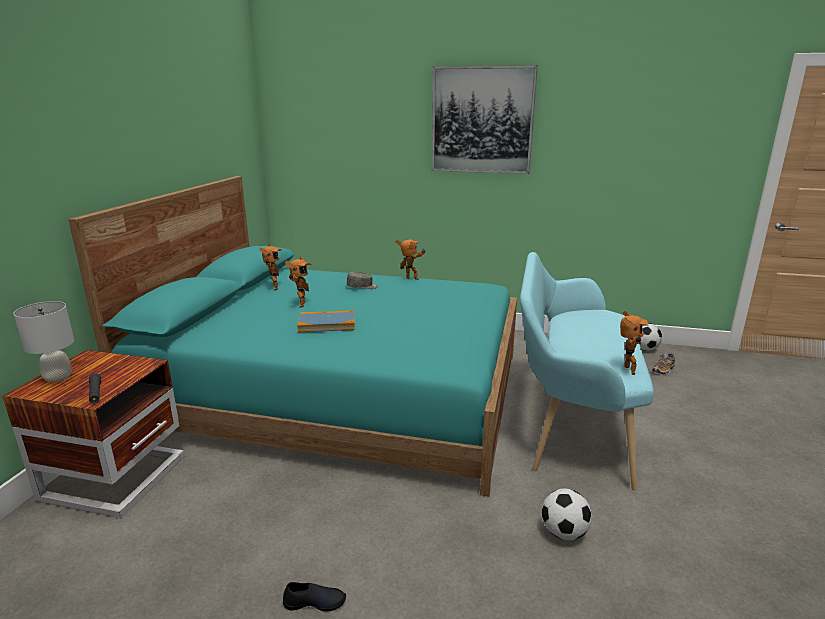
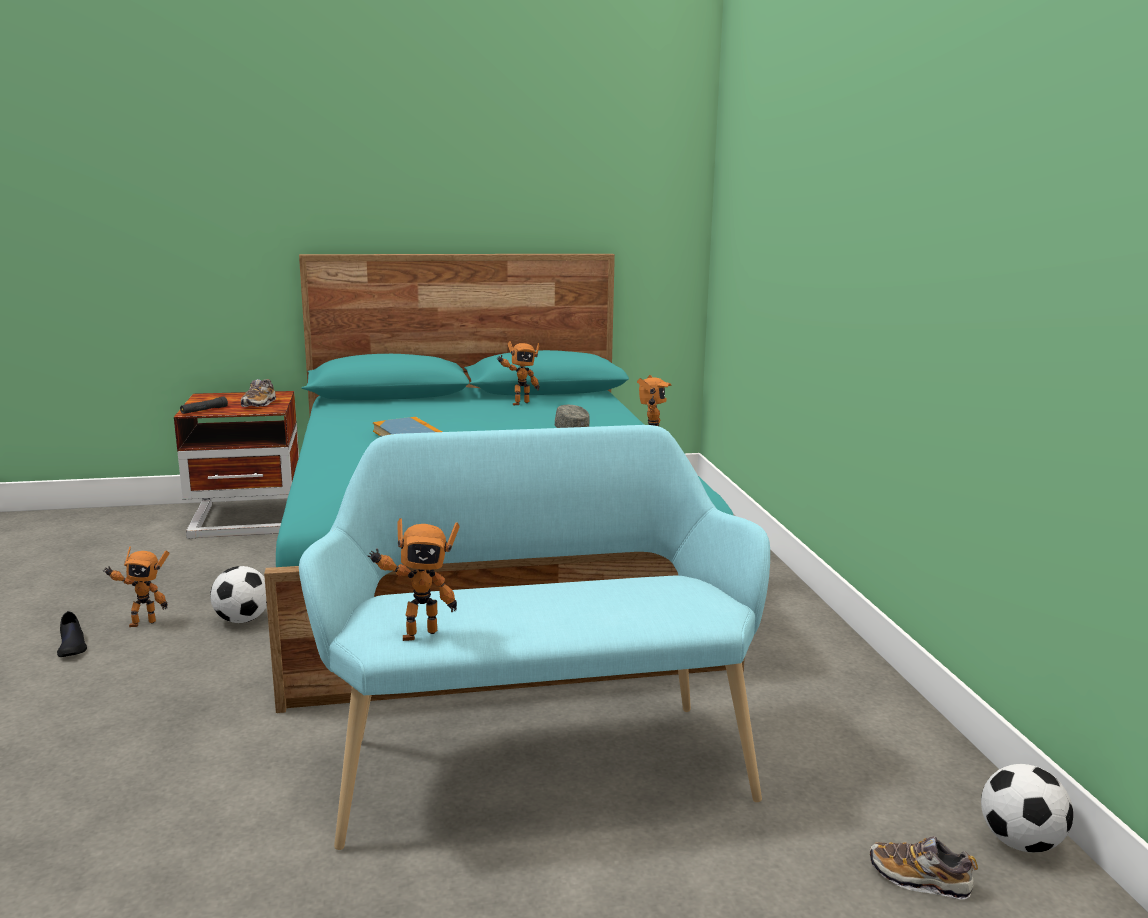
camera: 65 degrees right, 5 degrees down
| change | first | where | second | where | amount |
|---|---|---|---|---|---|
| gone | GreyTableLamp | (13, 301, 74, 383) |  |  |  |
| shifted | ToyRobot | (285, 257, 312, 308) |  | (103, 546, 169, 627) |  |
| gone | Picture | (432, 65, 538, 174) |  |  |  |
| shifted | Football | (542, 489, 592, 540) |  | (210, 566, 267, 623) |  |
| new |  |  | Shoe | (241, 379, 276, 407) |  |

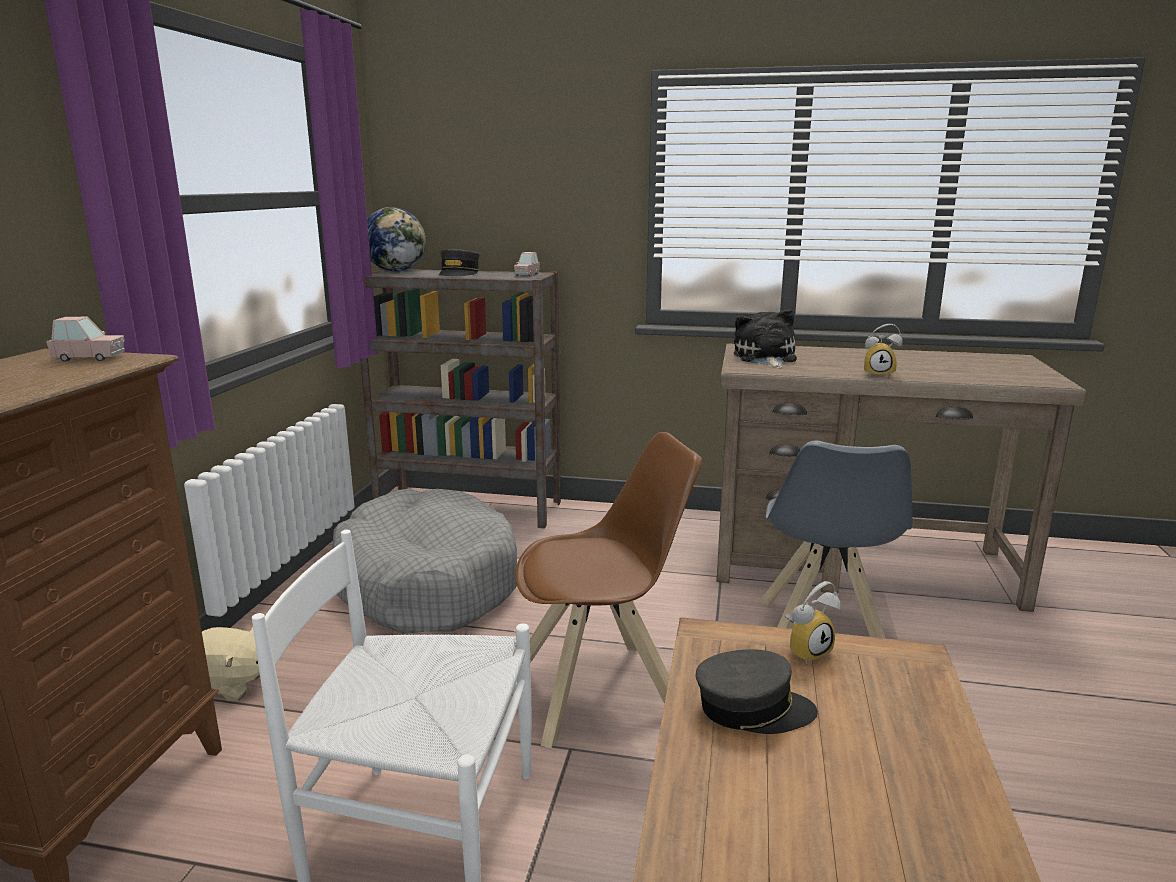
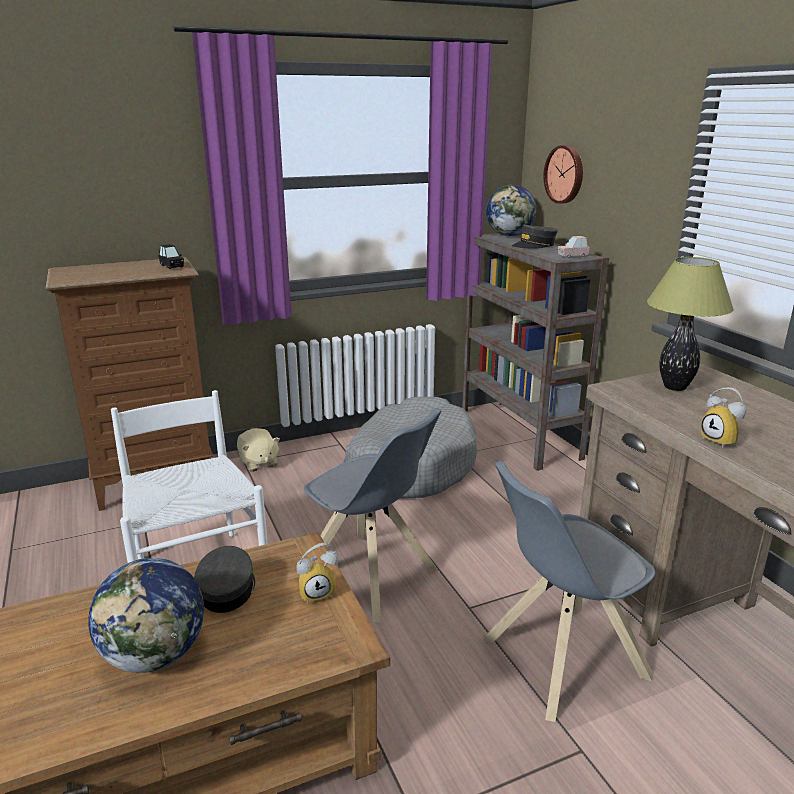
camera: 55 degrees right, 5 degrees up
| change | first | where | second | where | amount |
|---|---|---|---|---|---|
| repainted | PinkToyCar | (46, 317, 125, 362) | BlackToyCar | (158, 244, 184, 269) |  |
| repainted | BrownChair | (515, 432, 702, 748) | GreyChair | (304, 408, 441, 622) |  |
| rotated | GreyCap | (696, 649, 818, 734) |  | (194, 546, 255, 613) | 150 degrees counterclockwise |
| swapped | PlushToy | (734, 309, 797, 368) | TableLamp | (647, 257, 734, 391) |  |
| rotated | AlarmClock | (785, 581, 841, 664) |  | (296, 543, 339, 603) | 45 degrees counterclockwise |
| new |  |  | Globe | (88, 558, 204, 673) |  |
| new |  |  | WallClock | (543, 145, 583, 204) |  |

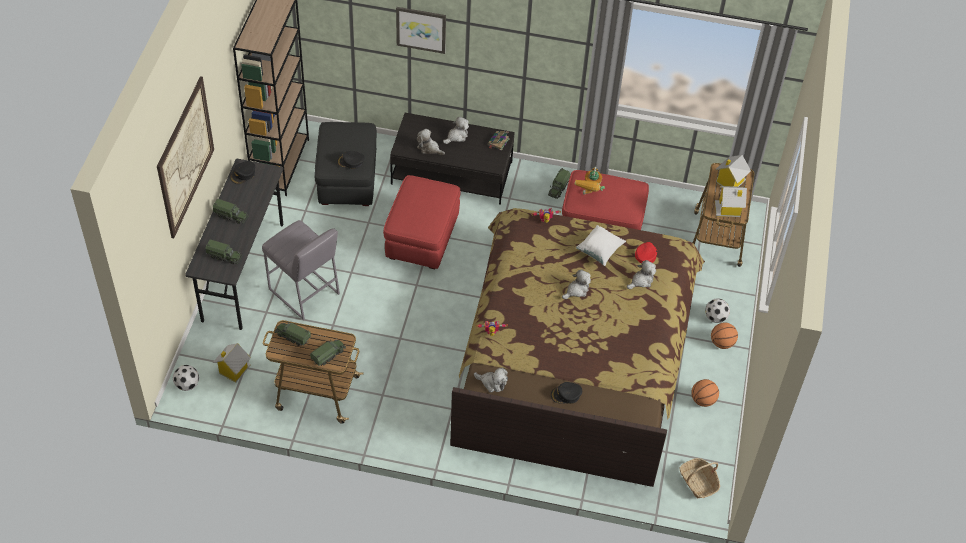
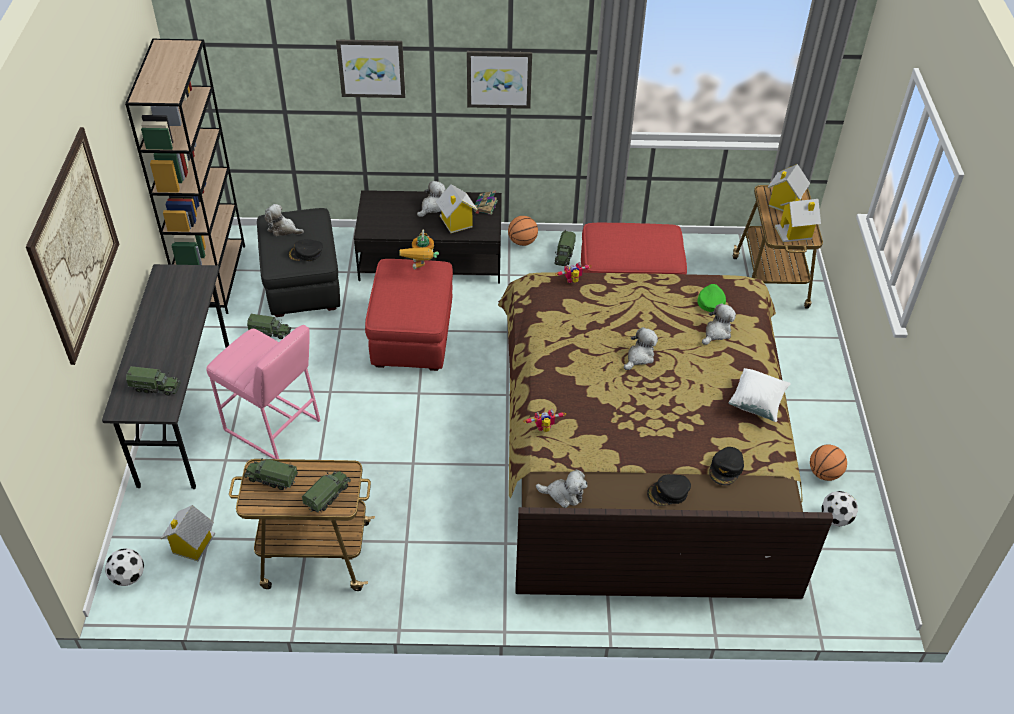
camera: 10 degrees left, 5 degrees down
| change | first | where | second | where | amount |
|---|---|---|---|---|---|
| shifted | ToyTruck | (213, 199, 248, 224) |  | (247, 314, 291, 339) |  |
| shifted | BlackCap | (230, 161, 255, 184) |  | (709, 447, 744, 485) |  |
| repainted | GreyStool | (262, 220, 340, 320) | PinkStool | (206, 325, 320, 459) |  |
| shifted | PlushToy | (417, 129, 445, 155) |  | (264, 204, 304, 236) |  |
| shifted | ToyRobot | (575, 167, 605, 195) |  | (399, 229, 439, 270) |  |
| shifted | WhitePillow | (576, 225, 626, 266) |  | (728, 368, 791, 422) |  |
| repainted | RedCap | (635, 242, 657, 263) | GreenCap | (697, 284, 726, 312) |  |
| gone | Basket | (679, 458, 720, 498) |  |  |  |
| shifted | Football | (705, 298, 730, 323) |  | (821, 491, 858, 526) |  |
| shifted | Basketball | (711, 322, 738, 349) |  | (508, 216, 538, 246) |  |
| new |  |  | ToyHouse | (436, 184, 478, 233) |  |
| new |  |  | Picture | (467, 51, 532, 109) |  |

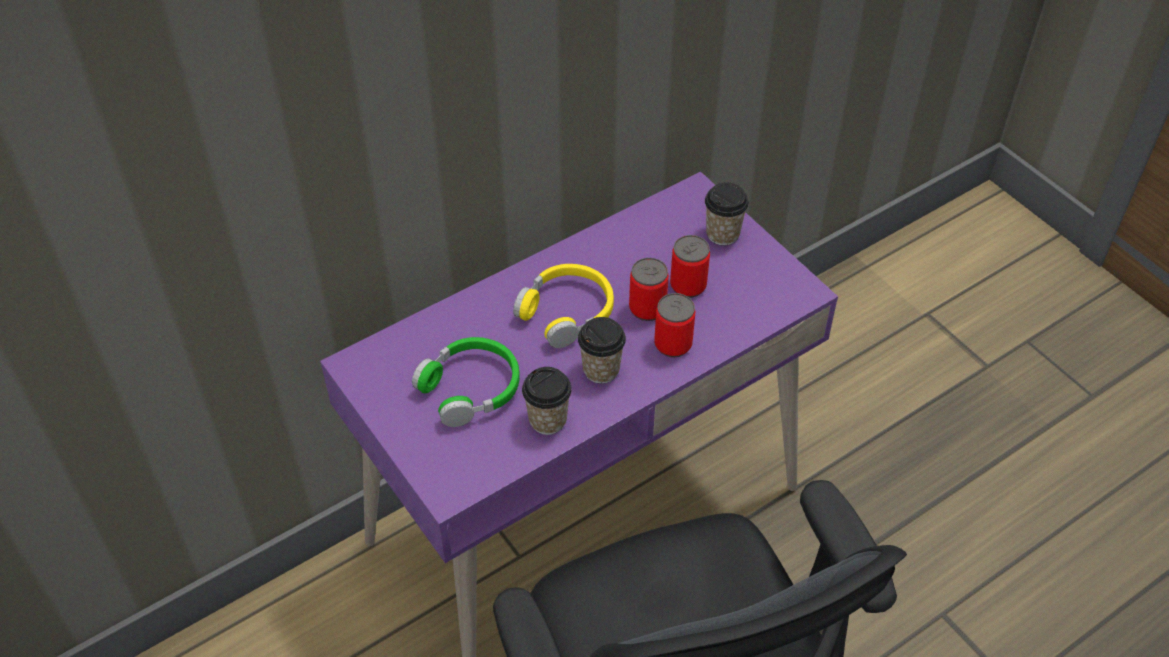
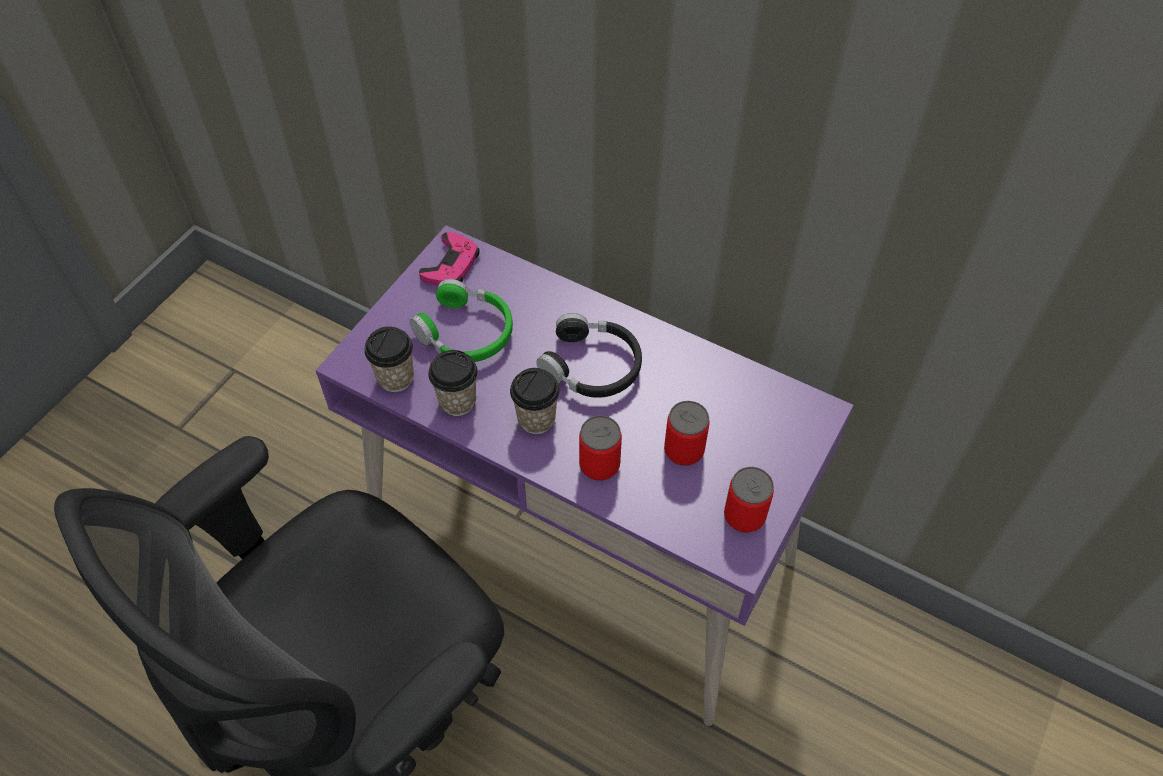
camera: 65 degrees right, 5 degrees up
| change | first | where | second | where | amount |
|---|---|---|---|---|---|
| repainted | YellowHeadphones | (513, 264, 614, 348) | BlackHeadphones | (536, 313, 642, 398) |  |
| shifted | Can | (629, 258, 669, 321) |  | (724, 467, 774, 533) |  |
| shifted | Cup | (705, 182, 749, 245) |  | (364, 326, 414, 392) |  |
| new |  |  | PinkGameController | (419, 232, 480, 285) |  |

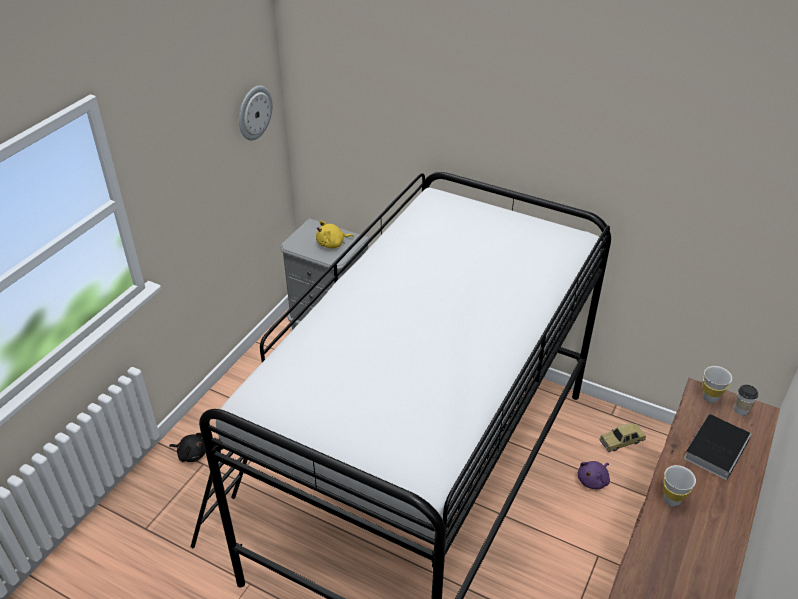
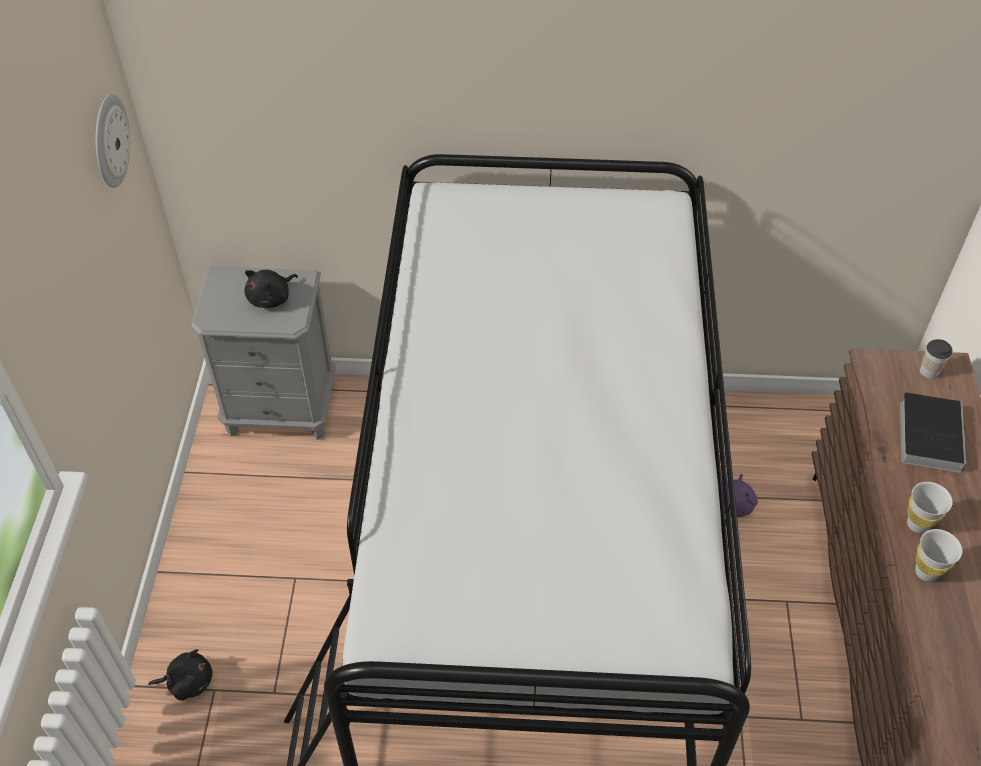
camera: 25 degrees left, 10 degrees up
| change | first | where | second | where | amount |
|---|---|---|---|---|---|
| repainted | YellowPlushToy | (316, 221, 354, 248) | BlackPlushToy | (244, 270, 298, 308) |  |
| gone | ToyCar | (599, 423, 646, 452) |  |  |  |
| shifted | WhiteCup | (702, 366, 732, 403) |  | (915, 529, 962, 582) |  |

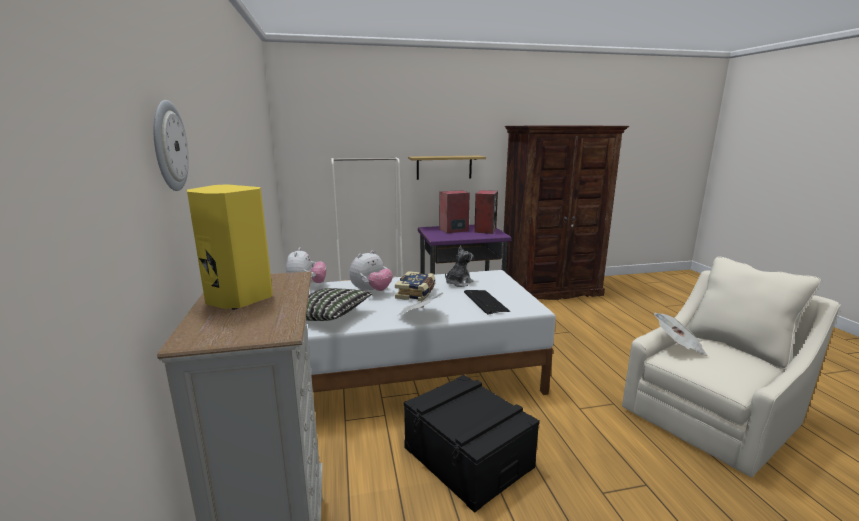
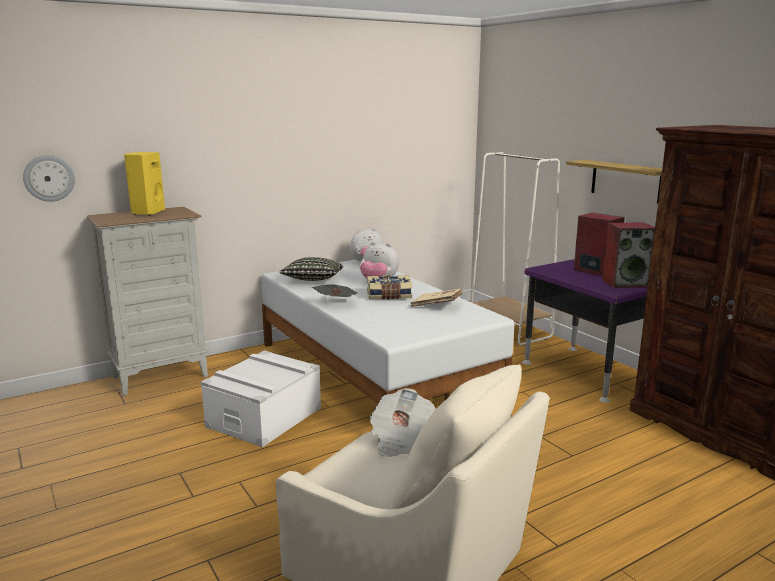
camera: 70 degrees right, 0 degrees up
| change | first | where | second | where | amount |
|---|---|---|---|---|---|
| shifted | WallClock | (153, 100, 189, 191) |  | (23, 155, 75, 202) |  |
| repainted | BlackStorageBox | (404, 375, 540, 513) | WhiteStorageBox | (201, 350, 321, 448) |  |
| swapped | PlushToy | (445, 245, 474, 287) | BeigeBook | (410, 289, 463, 307) |  |
| gone | Keyboard | (464, 290, 510, 314) |  |  |  |

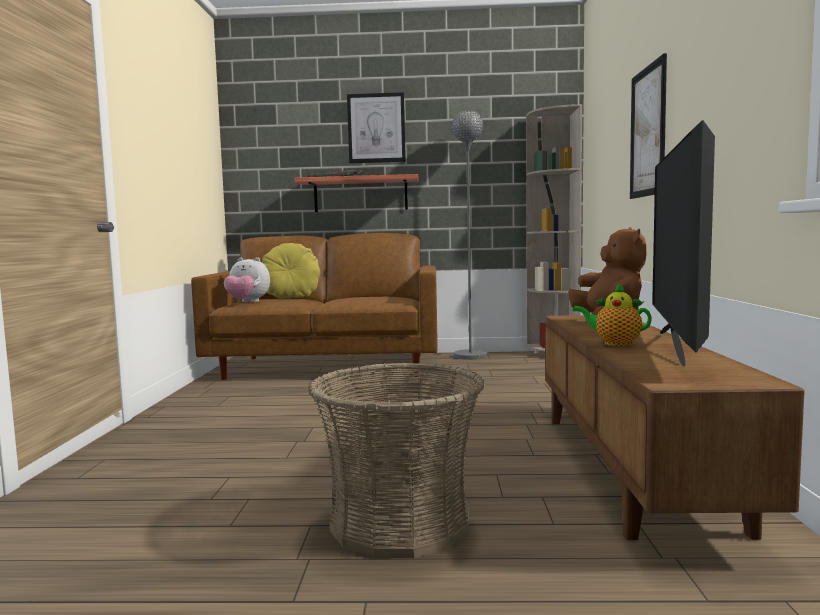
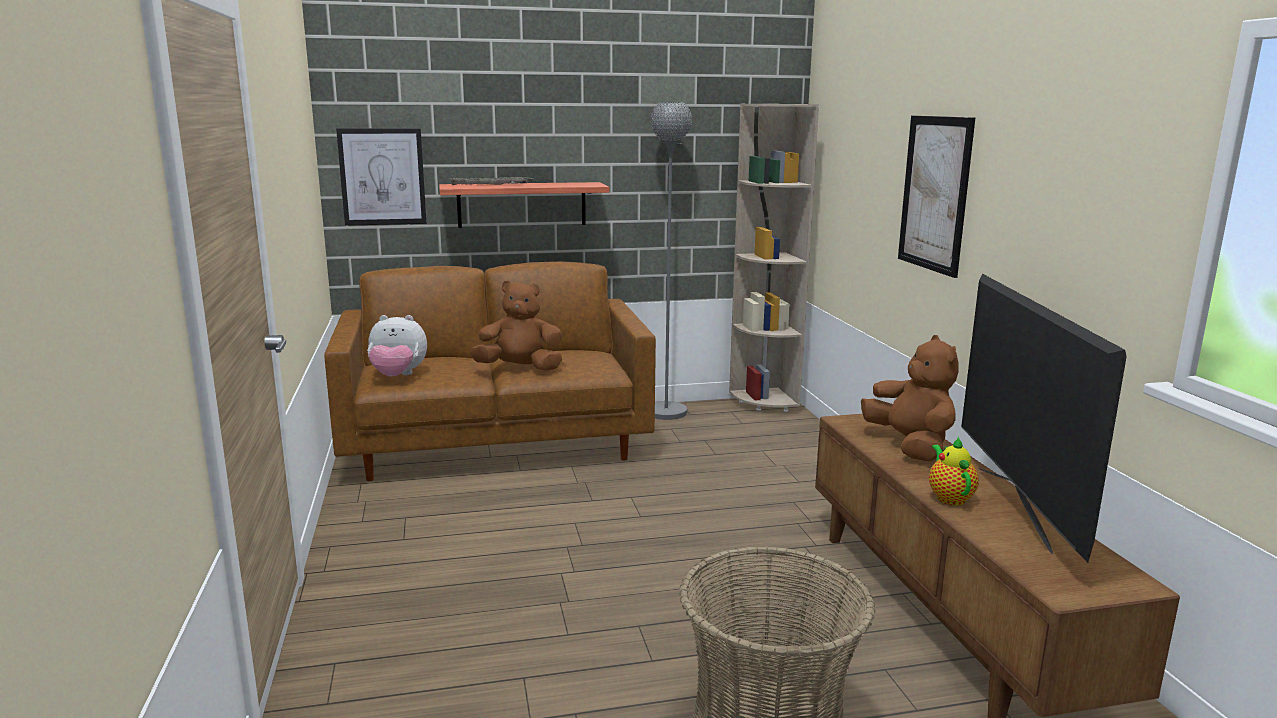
camera: 15 degrees left, 10 degrees up
| change | first | where | second | where | amount |
|---|---|---|---|---|---|
| gone | YellowPillow | (262, 243, 320, 299) |  |  |  |
| shifted | Picture | (347, 92, 406, 163) |  | (336, 128, 427, 226) |  |
| rotated | Teapot | (573, 282, 652, 346) |  | (929, 437, 978, 506) | 75 degrees clockwise |
| new |  |  | BrownPlushToy | (470, 280, 562, 371) |  |

